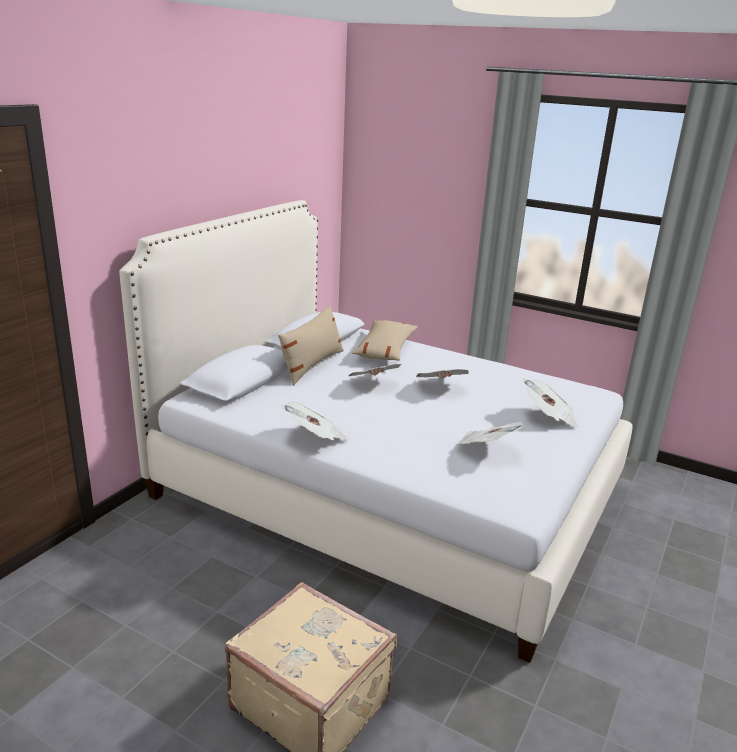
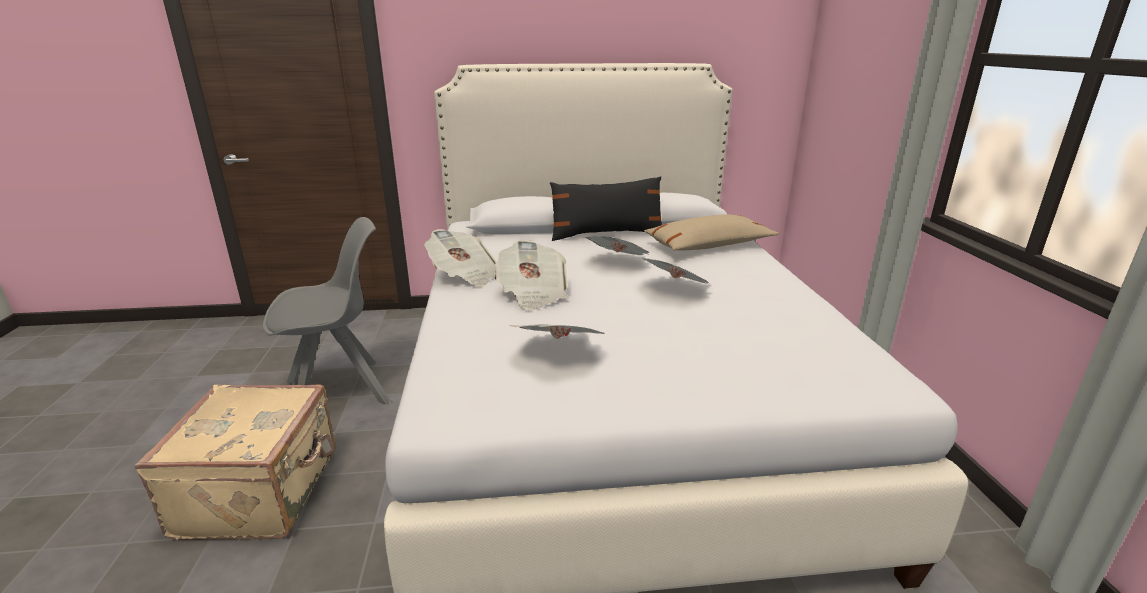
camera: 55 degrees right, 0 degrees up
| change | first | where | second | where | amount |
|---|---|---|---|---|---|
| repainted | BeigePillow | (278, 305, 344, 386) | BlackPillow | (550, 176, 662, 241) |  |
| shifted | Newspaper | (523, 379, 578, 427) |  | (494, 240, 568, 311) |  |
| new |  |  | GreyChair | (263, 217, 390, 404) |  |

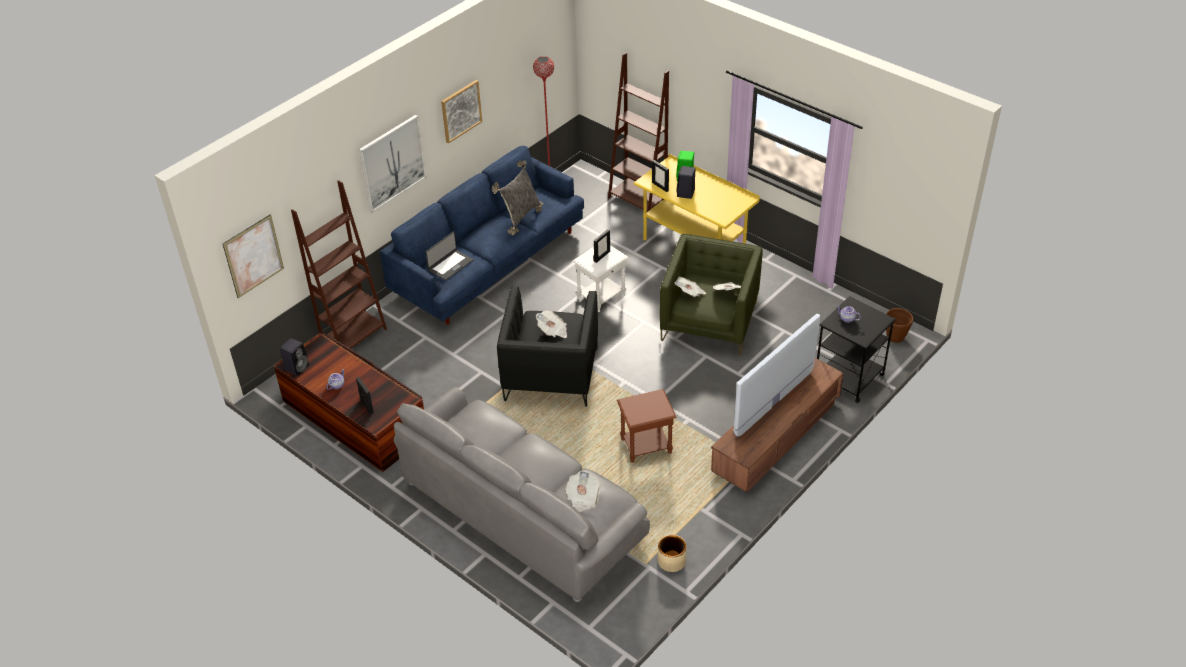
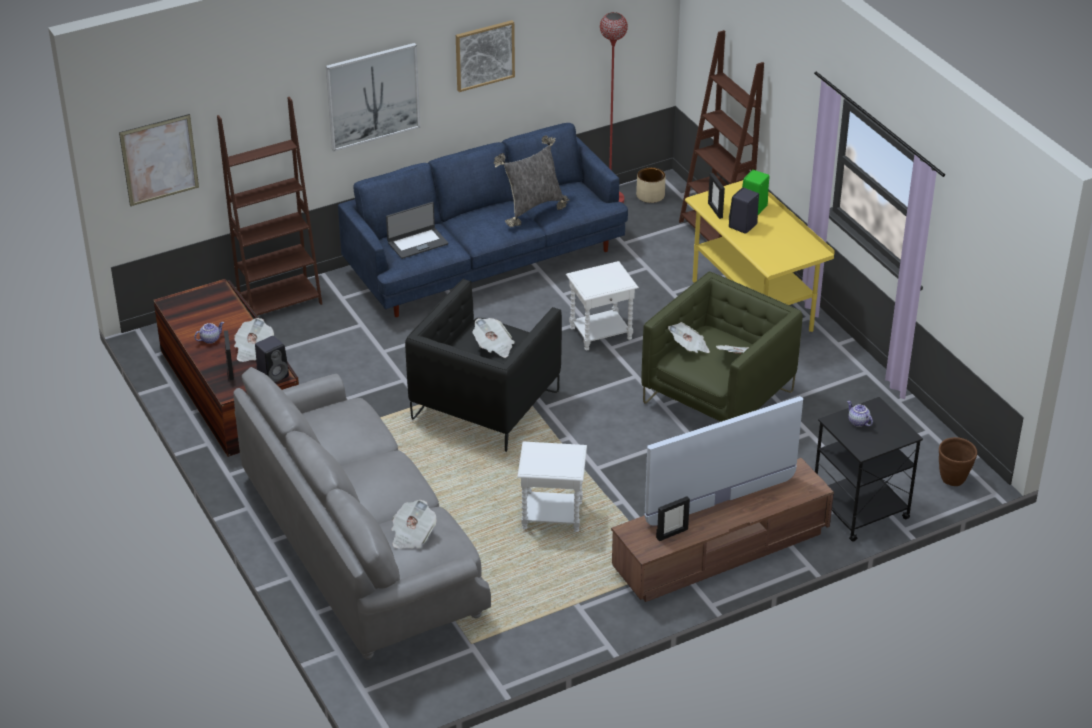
camera: 20 degrees right, 5 degrees down
| change | first | where | second | where | amount |
|---|---|---|---|---|---|
| shifted | BlackSpeaker | (280, 338, 309, 376) |  | (255, 336, 289, 383) |  |
| shifted | PictureFrame | (593, 229, 610, 263) |  | (656, 496, 690, 541) |  |
| repainted | BrownSideTable | (617, 389, 677, 463) | WhiteSideTable | (517, 441, 587, 532) |  |
| shifted | BeigePlanter | (658, 535, 687, 572) |  | (636, 167, 665, 203) |  |
| new |  |  | Newspaper | (234, 318, 274, 362) |  |

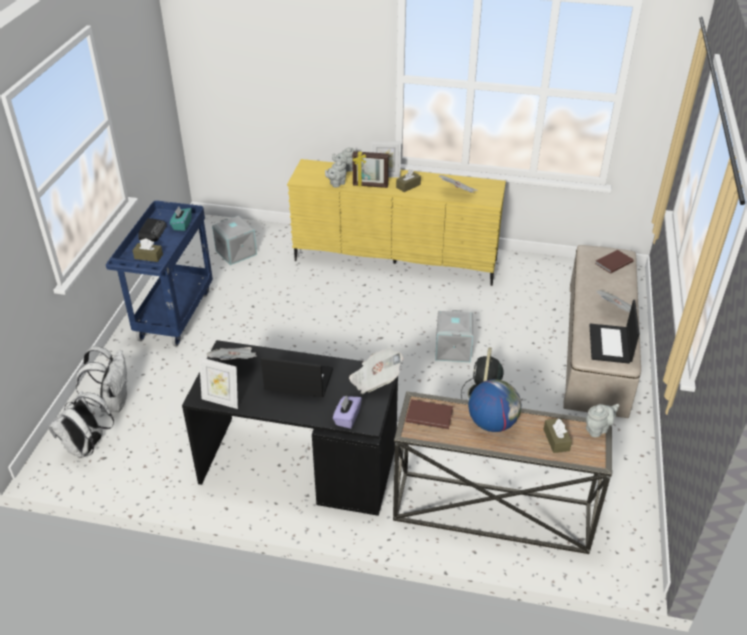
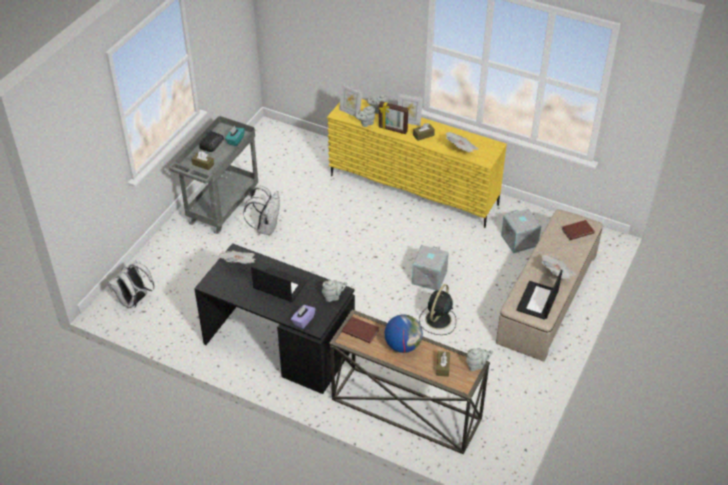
camera: 15 degrees right, 5 degrees up
| change | first | where | second | where | amount |
|---|---|---|---|---|---|
| shifted | WhiteBackpack | (76, 346, 128, 412) |  | (243, 186, 280, 235) |  |
| repainted | BlueCart | (106, 200, 213, 346) | GreyCart | (169, 116, 258, 234) |  |
| shifted | PictureFrame | (199, 357, 238, 409) |  | (339, 83, 362, 117) |  |
| shifted | GreyStorageBox | (212, 216, 257, 265) |  | (501, 209, 541, 253) |  |
| swapped | Newspaper | (349, 348, 403, 394) | GreyTeapot | (322, 280, 347, 302) |  |

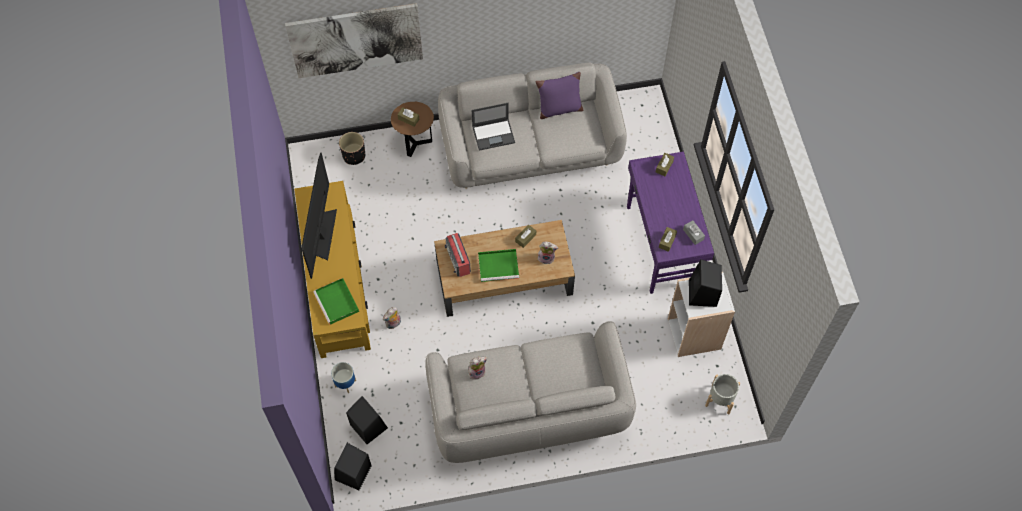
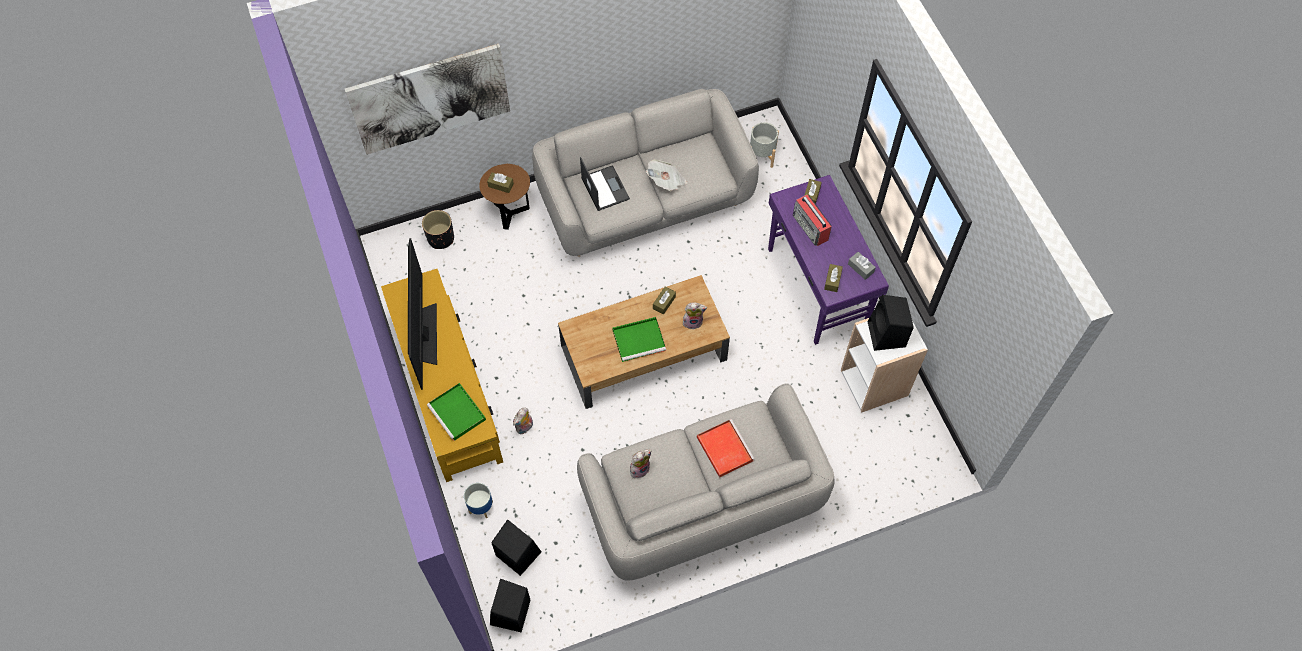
camera: 10 degrees left, 0 degrees up
| change | first | where | second | where | amount |
|---|---|---|---|---|---|
| shifted | Radio | (445, 233, 471, 277) |  | (793, 195, 832, 246) |  |
| rotated | Laptop | (472, 103, 515, 151) |  | (580, 157, 630, 211) | 90 degrees counterclockwise |
| gone | PurplePillow | (535, 72, 583, 119) |  |  |  |
| shifted | GreyPlanter | (705, 374, 740, 414) |  | (750, 122, 779, 168) |  |
| new |  |  | Newspaper | (646, 159, 687, 191) |  |
| new |  |  | RedTray | (697, 419, 755, 478) |  |

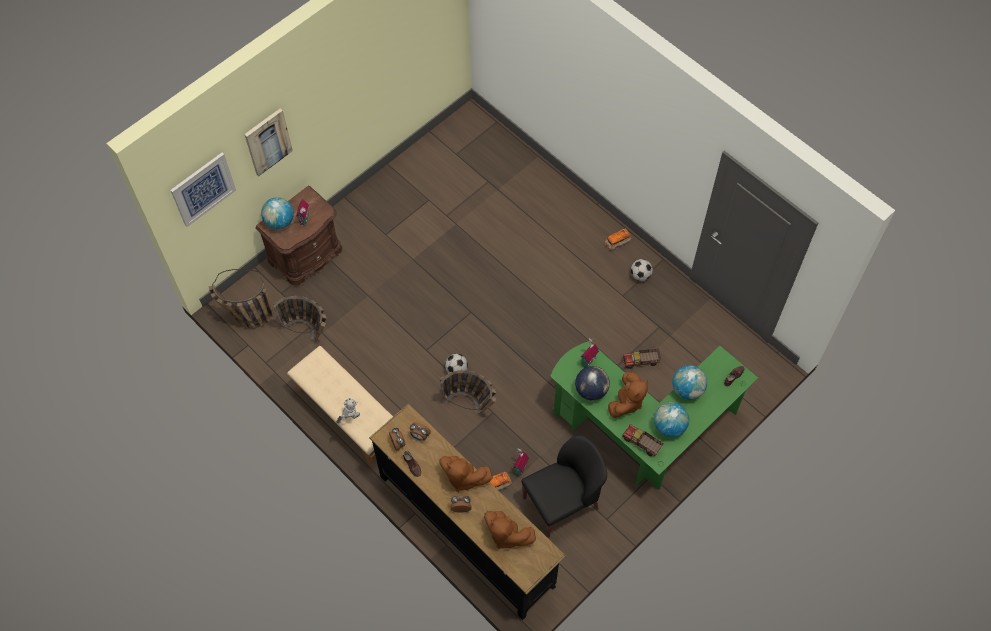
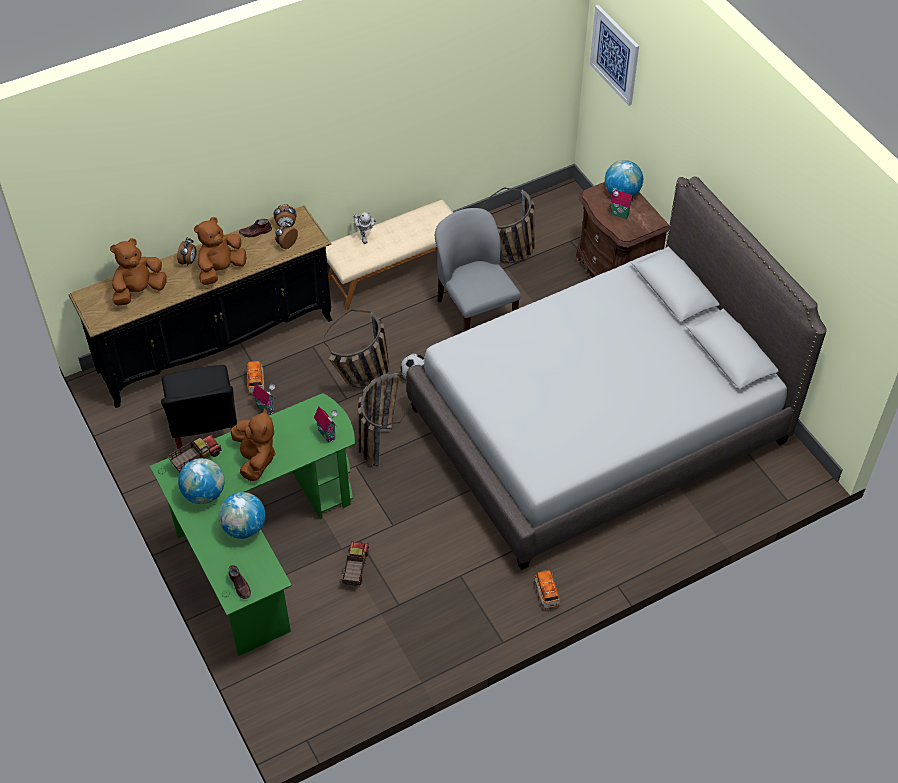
camera: 105 degrees right, 10 degrees down
| change | first | where | second | where | amount |
|---|---|---|---|---|---|
| shifted | Basket | (209, 269, 274, 328) |  | (358, 373, 413, 466) |  |
| gone | Picture | (244, 108, 293, 176) |  |  |  |
| gone | Globe | (575, 366, 610, 401) |  |  |  |
| rotated | BrownPlushToy | (608, 372, 648, 418) |  | (231, 408, 276, 481) | 150 degrees counterclockwise |
| gone | Football | (631, 259, 653, 281) |  |  |  |
| new |  |  | GreyBed | (406, 176, 826, 570) |  |
| new |  |  | GreyChair | (435, 208, 521, 332) |  |

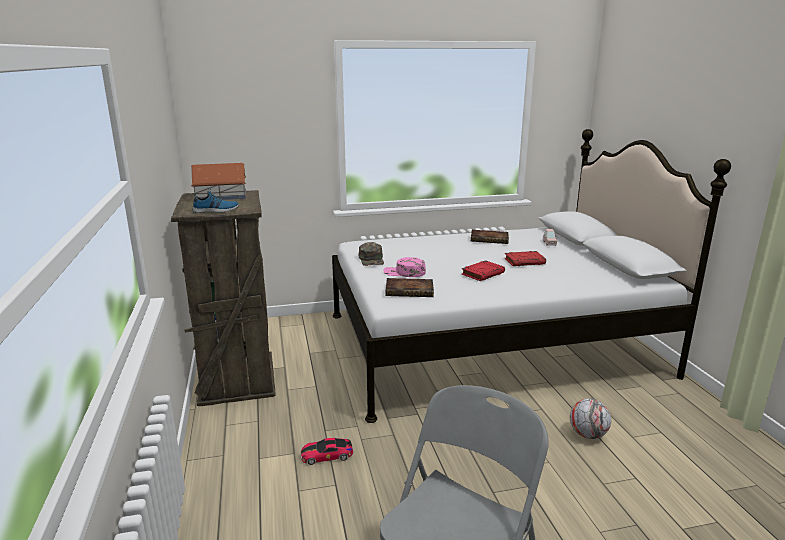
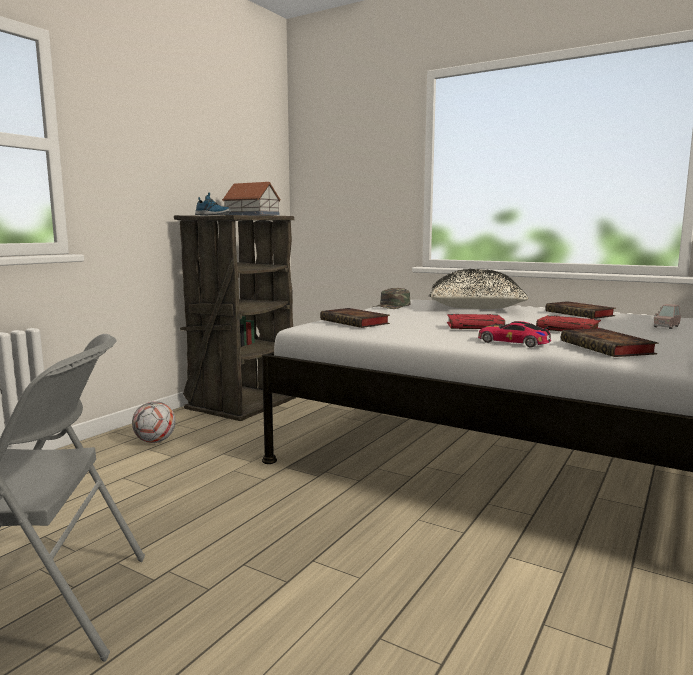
camera: 45 degrees right, 10 degrees down
| change | first | where | second | where | amount |
|---|---|---|---|---|---|
| shifted | ToyCar | (301, 438, 353, 465) |  | (478, 321, 551, 348) |  |
| gone | PinkCap | (383, 257, 426, 277) |  |  |  |
| shifted | Football | (570, 398, 611, 439) |  | (132, 401, 176, 443) |  |
| new |  |  | BeigePillow | (429, 269, 529, 309) |  |
| new |  |  | Book | (561, 328, 658, 357) |  |

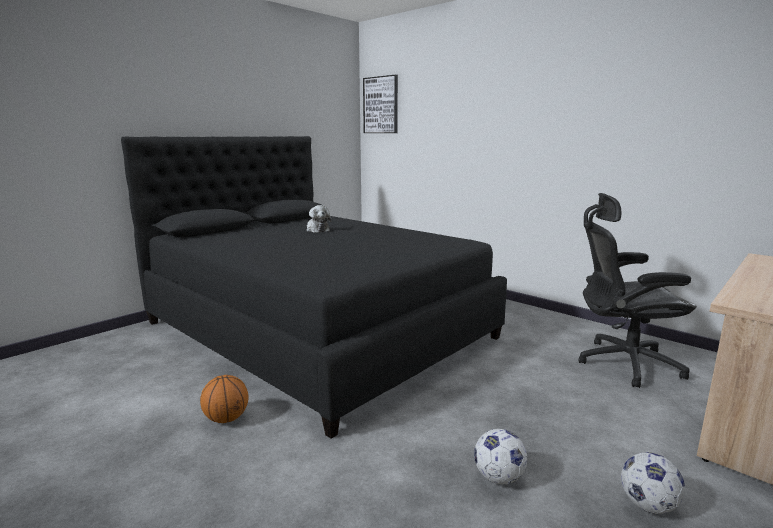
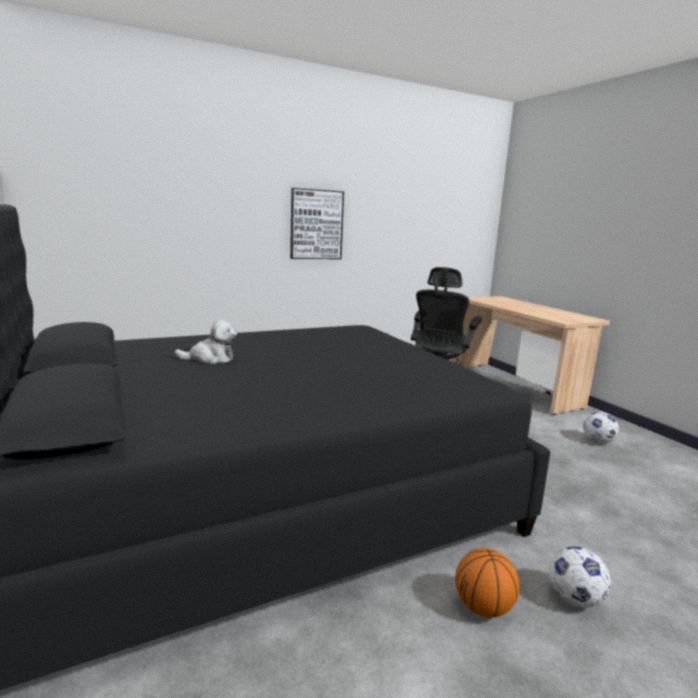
camera: 70 degrees left, 0 degrees up
| change | first | where | second | where | amount |
|---|---|---|---|---|---|
| shifted | Picture | (363, 75, 398, 133) |  | (290, 188, 344, 259) |  |
| shifted | Football | (474, 429, 527, 484) |  | (549, 546, 611, 608) |  |

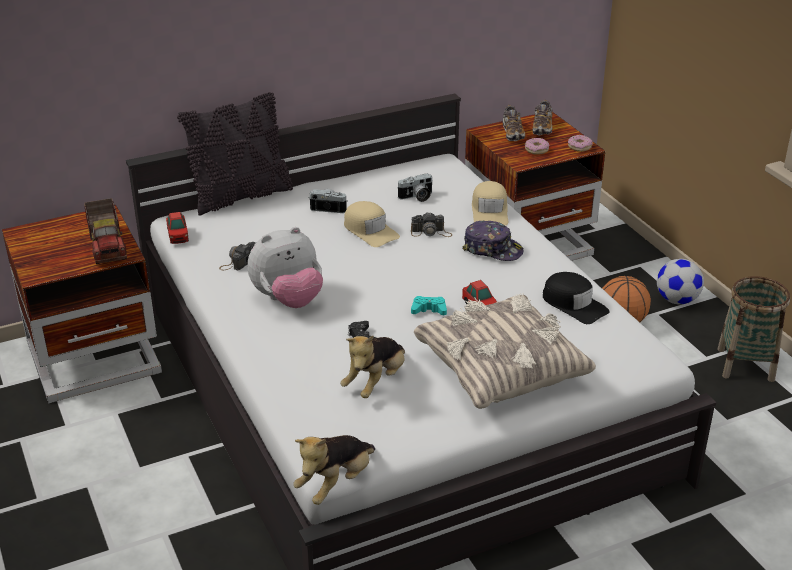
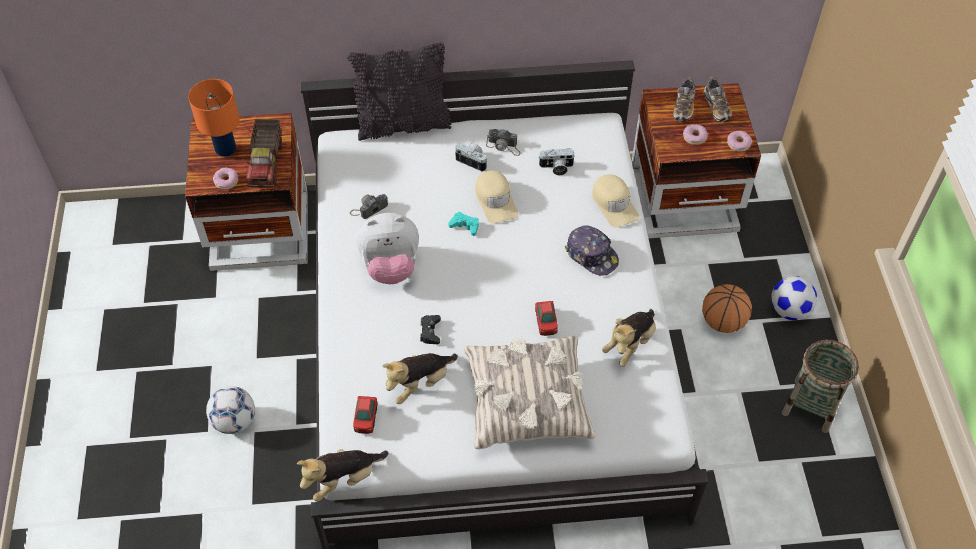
camera: 20 degrees right, 20 degrees up
| change | first | where | second | where | amount |
|---|---|---|---|---|---|
| shifted | ToyCar | (166, 212, 189, 244) |  | (353, 396, 378, 434) |  |
| shifted | PhotoCamera | (411, 212, 452, 237) |  | (486, 129, 521, 156) |  |
| shifted | TurquoiseGameController | (411, 296, 447, 315) |  | (448, 212, 479, 236) |  |
| rotated | BeigeCap | (472, 181, 508, 226) |  | (592, 174, 639, 228) | 45 degrees counterclockwise |
| rotated | Shoe | (533, 100, 553, 136) |  | (704, 77, 732, 122) | 45 degrees counterclockwise |
| swapped | BlackCap | (543, 272, 610, 324) | PlushToy | (602, 309, 656, 367) |  |
| new |  |  | OrangeTableLamp | (188, 79, 240, 157) |  |
| new |  |  | Football | (206, 386, 255, 434) |  |
| new |  |  | Donut | (213, 168, 238, 190) |  |

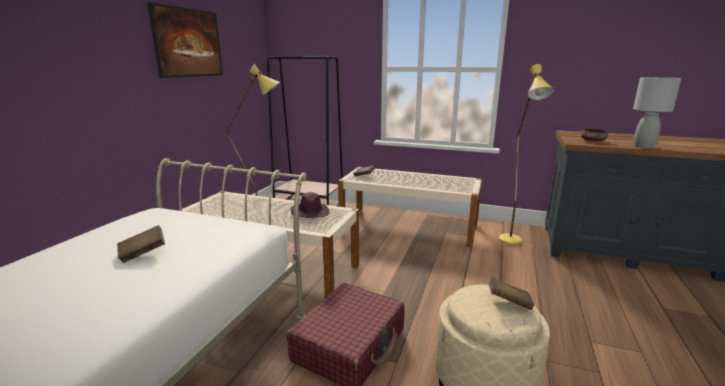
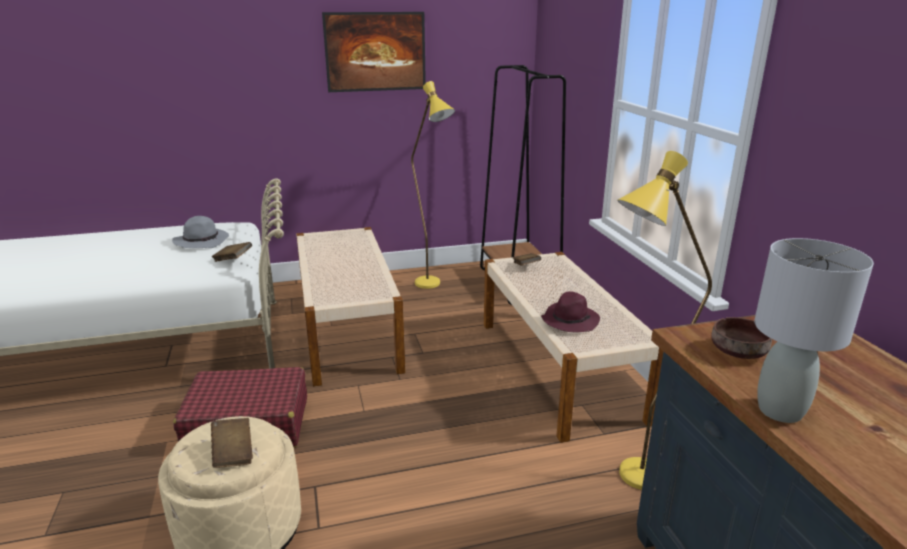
camera: 55 degrees right, 5 degrees up
| change | first | where | second | where | amount |
|---|---|---|---|---|---|
| shifted | BrownBook | (117, 225, 165, 263) |  | (212, 242, 252, 262) |  |
| shifted | PurpleHat | (290, 192, 330, 218) |  | (541, 291, 600, 332) |  |
| new |  |  | GreyHat | (172, 216, 229, 248) |  |

